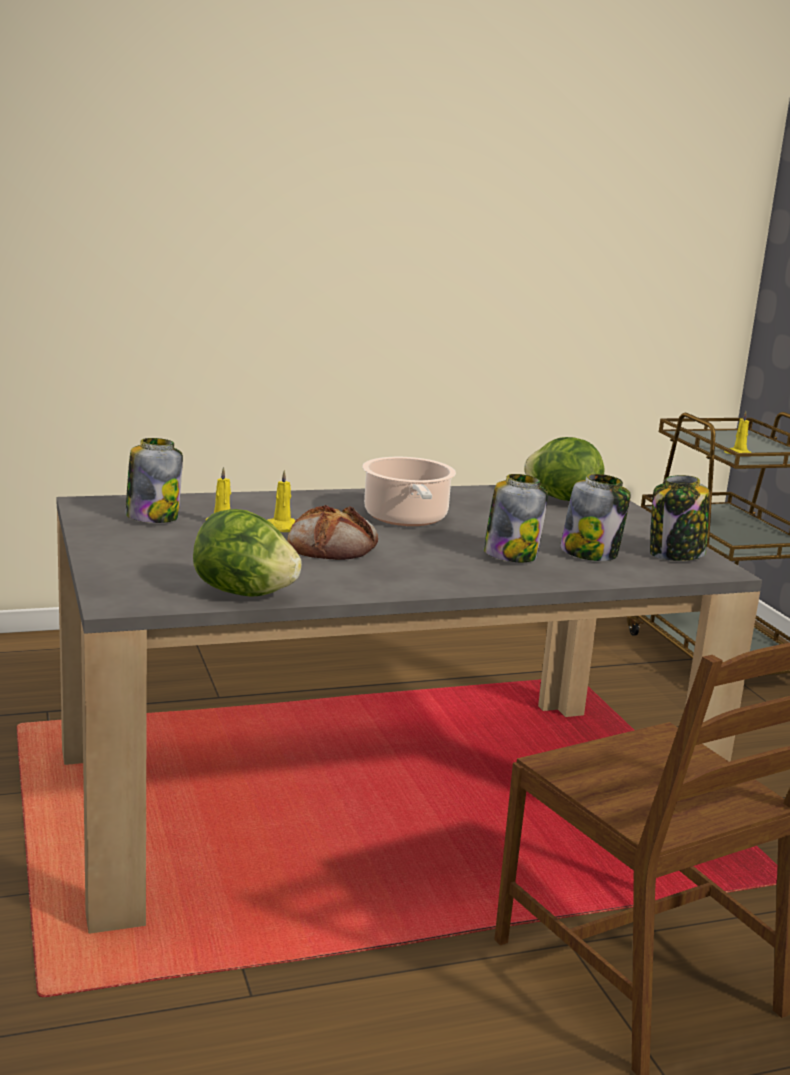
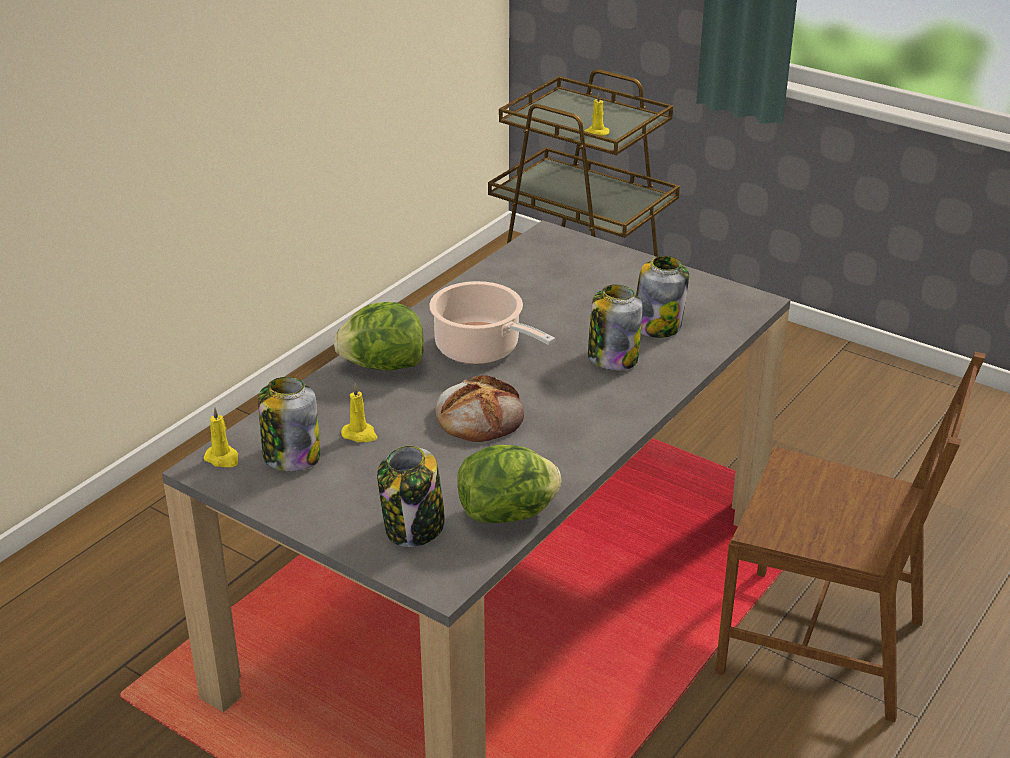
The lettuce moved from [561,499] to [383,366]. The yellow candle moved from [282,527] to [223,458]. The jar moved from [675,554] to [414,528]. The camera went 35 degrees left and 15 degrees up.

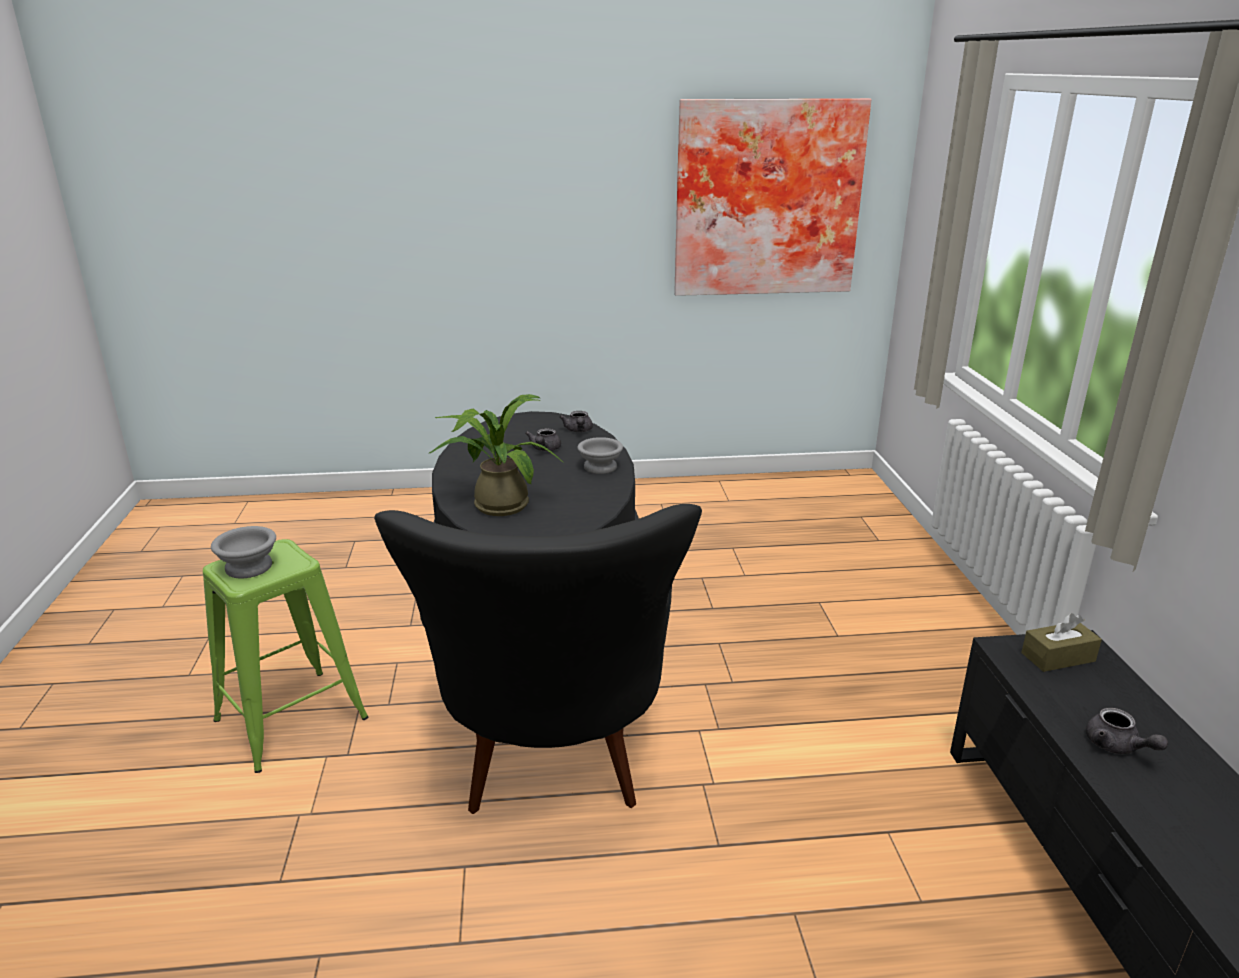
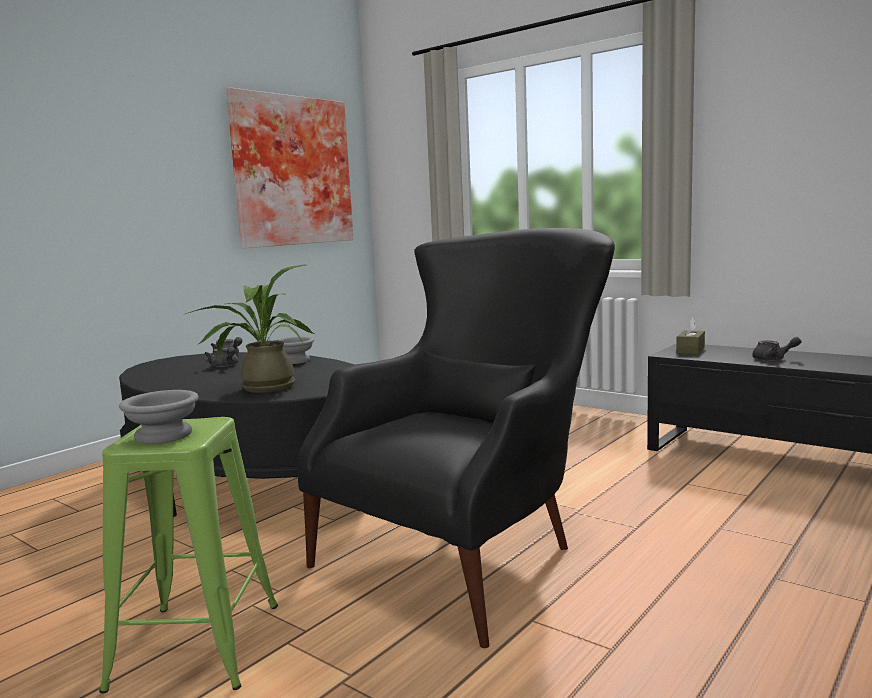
The black armchair at [553,763] turned 90 degrees counterclockwise. The camera went 45 degrees left and 15 degrees down.

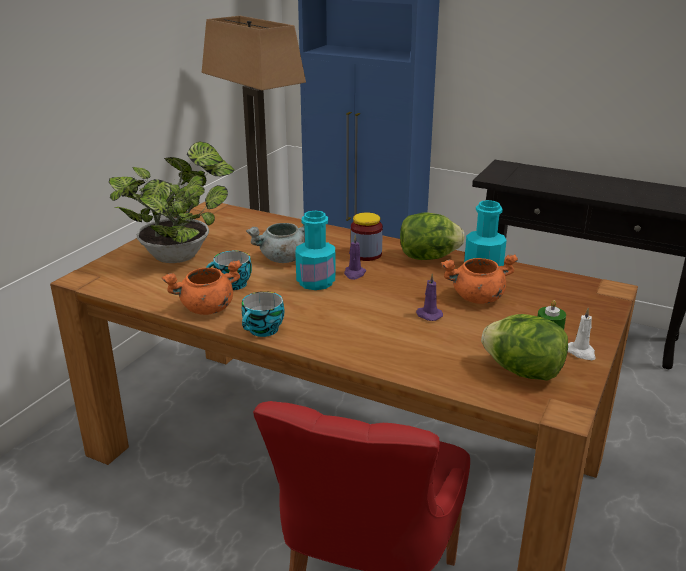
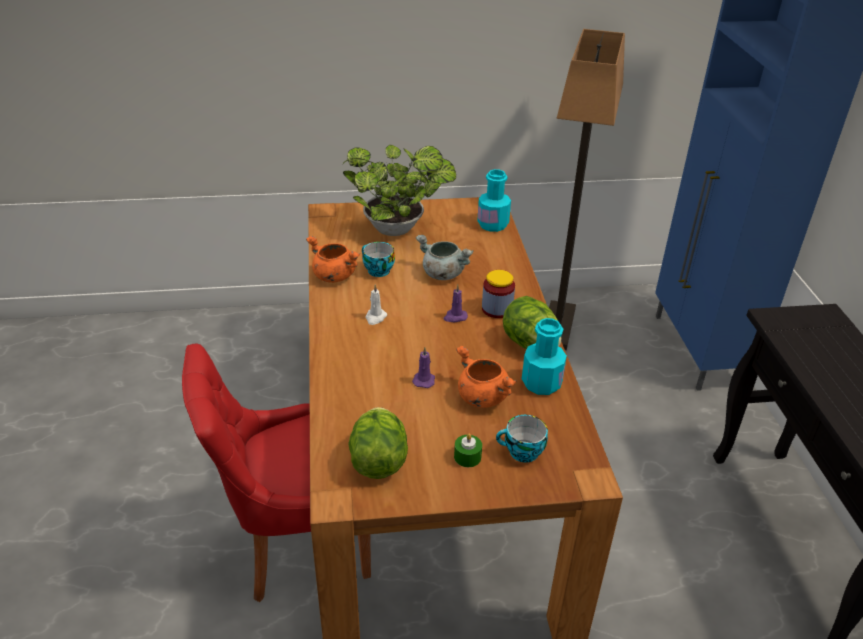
The turquoise bottle moved from [316,282] to [493,224]. The cup moved from [263,331] to [521,453]. The white candle moved from [581,353] to [375,317]. The camera went 55 degrees right and 10 degrees up.

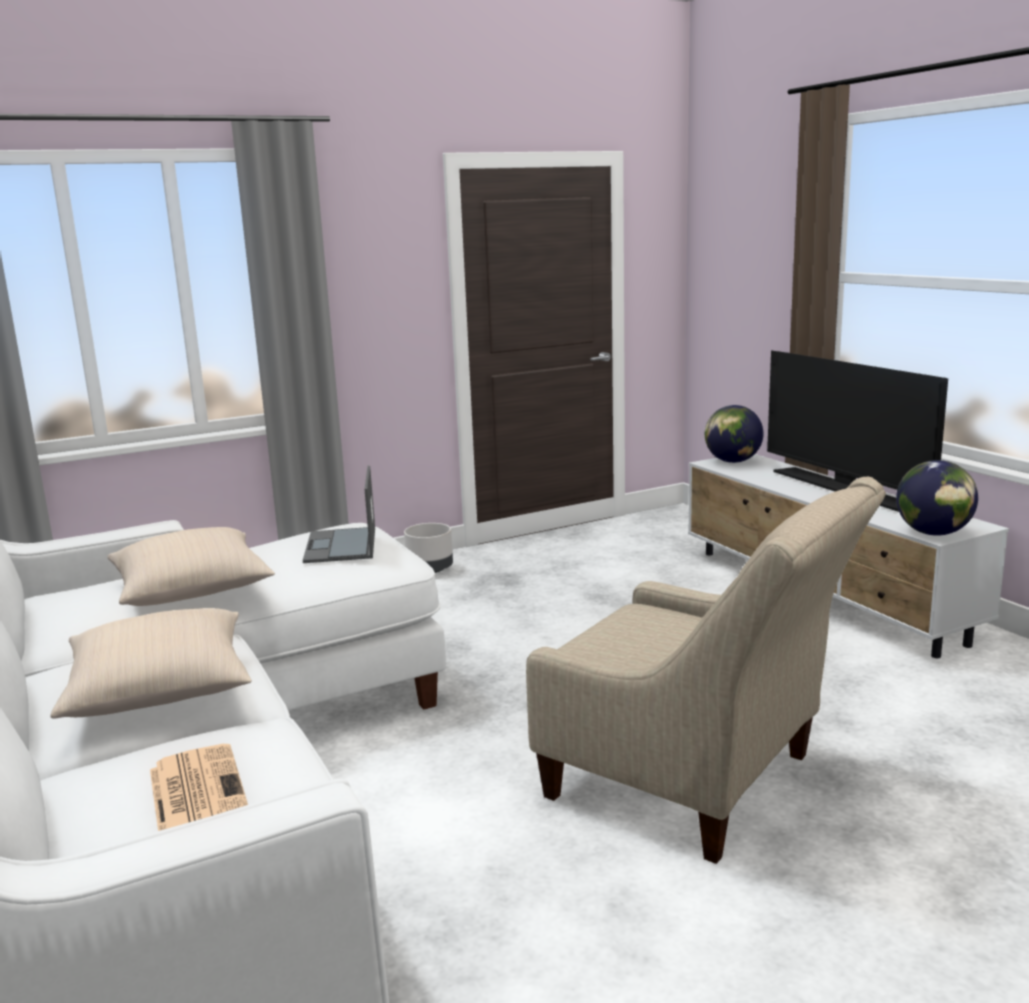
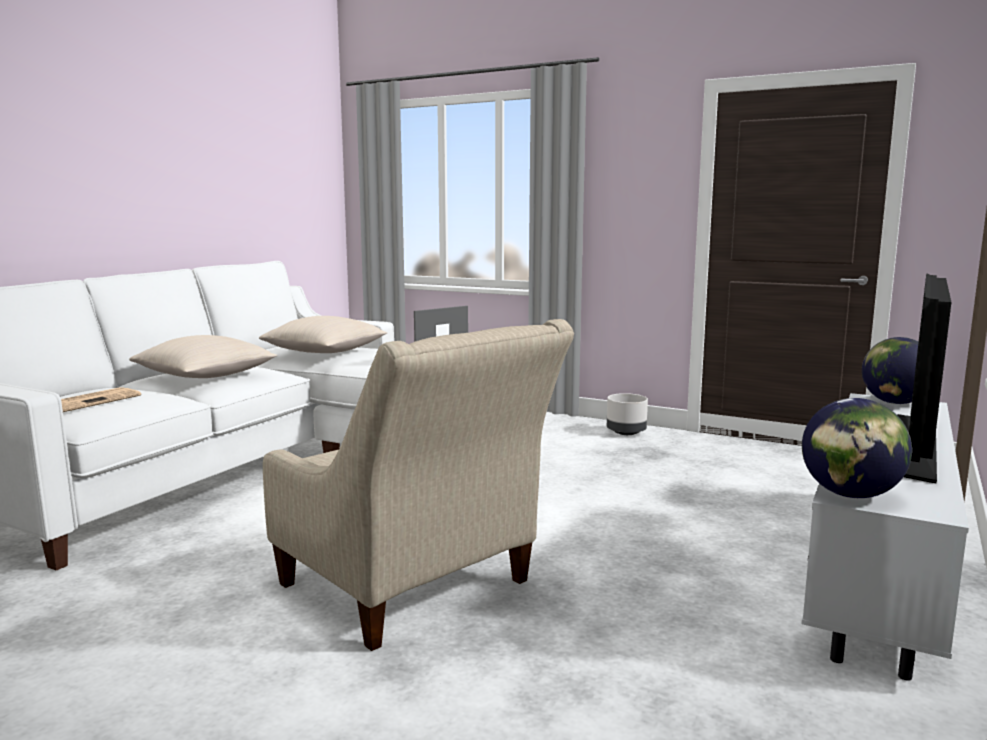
The beige armchair at [698,783] turned 45 degrees counterclockwise. The camera went 55 degrees right and 5 degrees down.

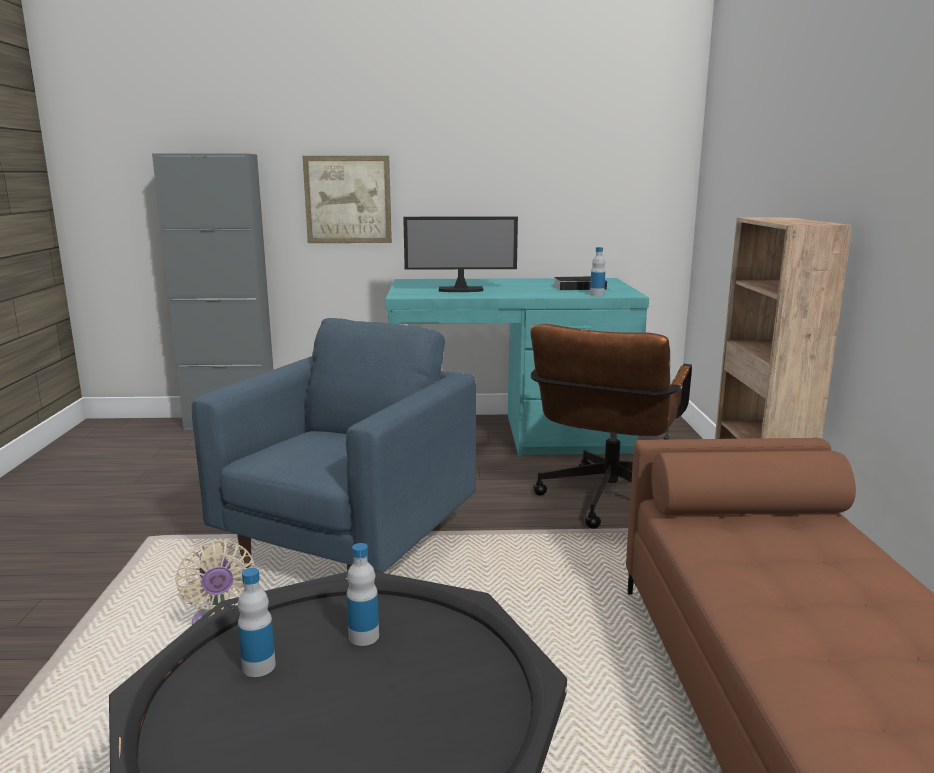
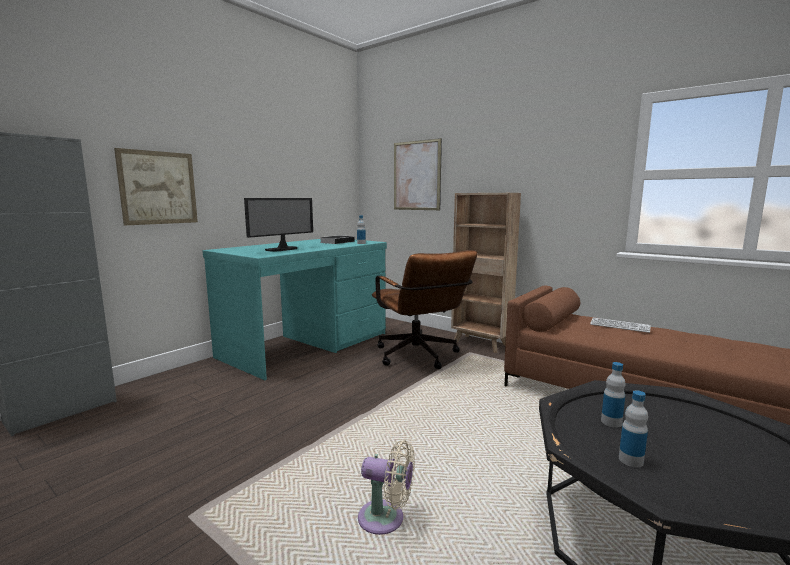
The blue armchair at [347,546] disappeared. The picture at [416,175] appeared. The keyboard at [619,326] appeared. The camera went 50 degrees left and 5 degrees down.

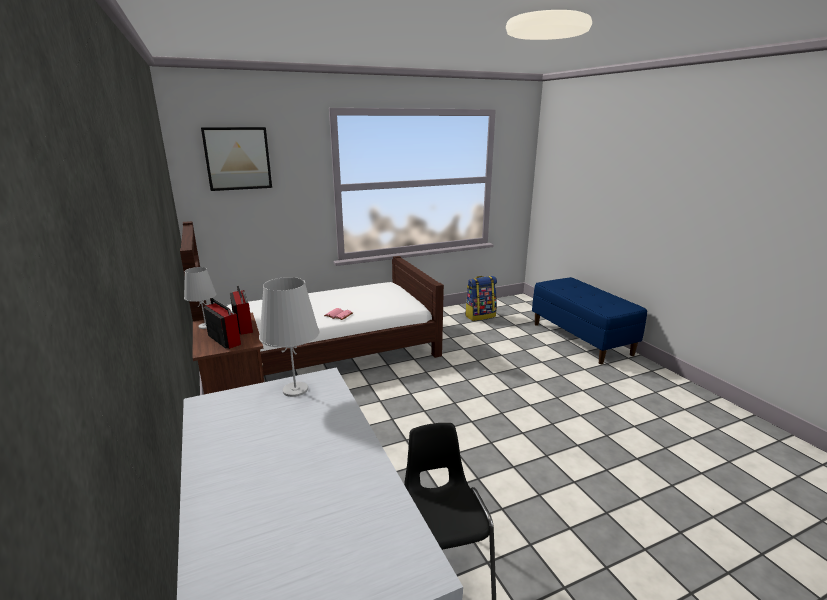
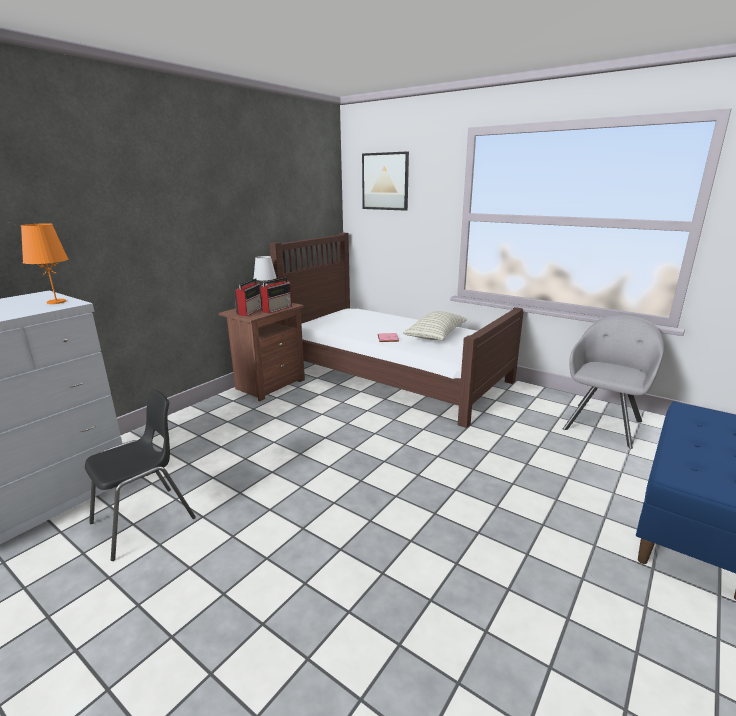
The backpack at [480,316] was replaced by the grey armchair at [603,423]. The white table lamp at [296,389] became the orange table lamp at [56,302]. The pillow at [435,336] appeared. The camera went 60 degrees right and 0 degrees up.

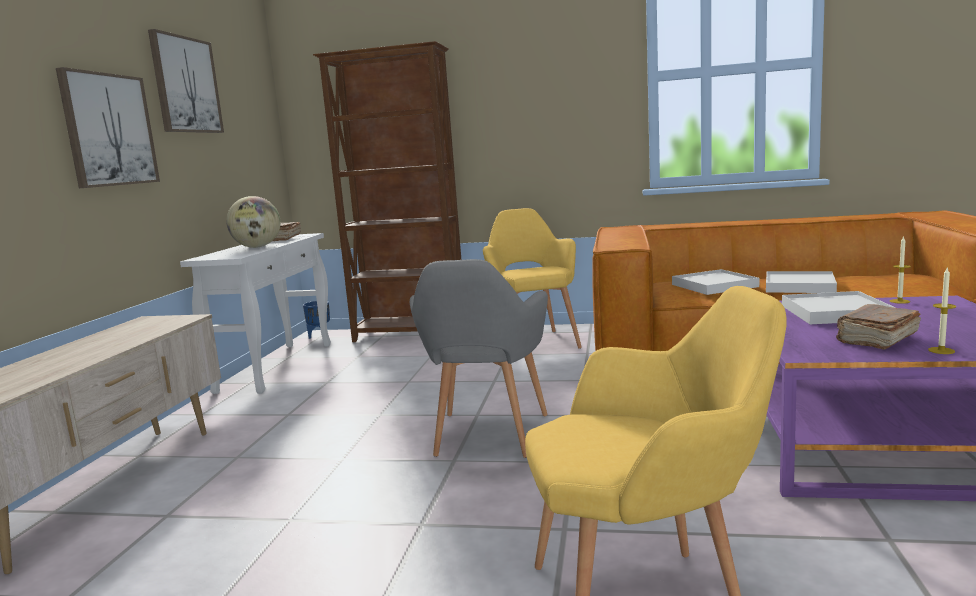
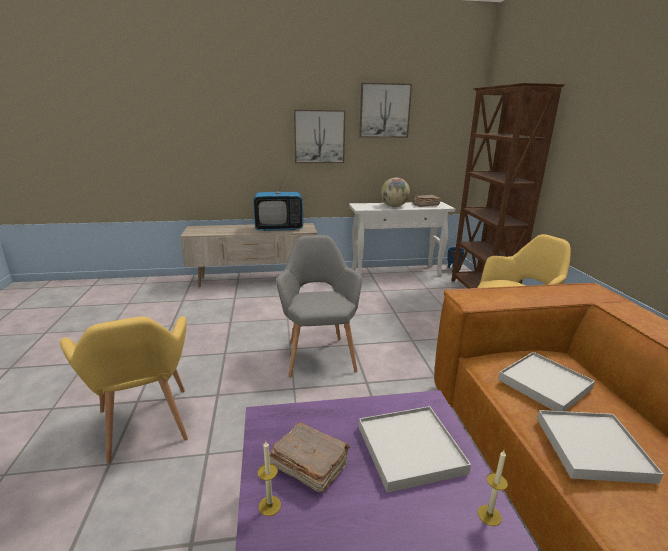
The grey armchair at [486,439] turned 90 degrees clockwise. The television at [279,228] appeared. The camera went 70 degrees right and 10 degrees up.

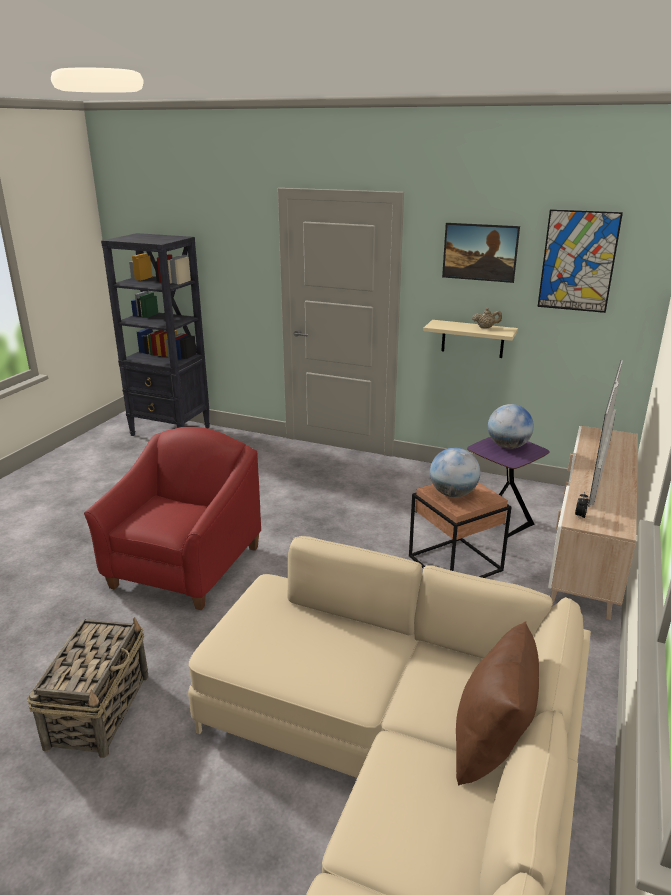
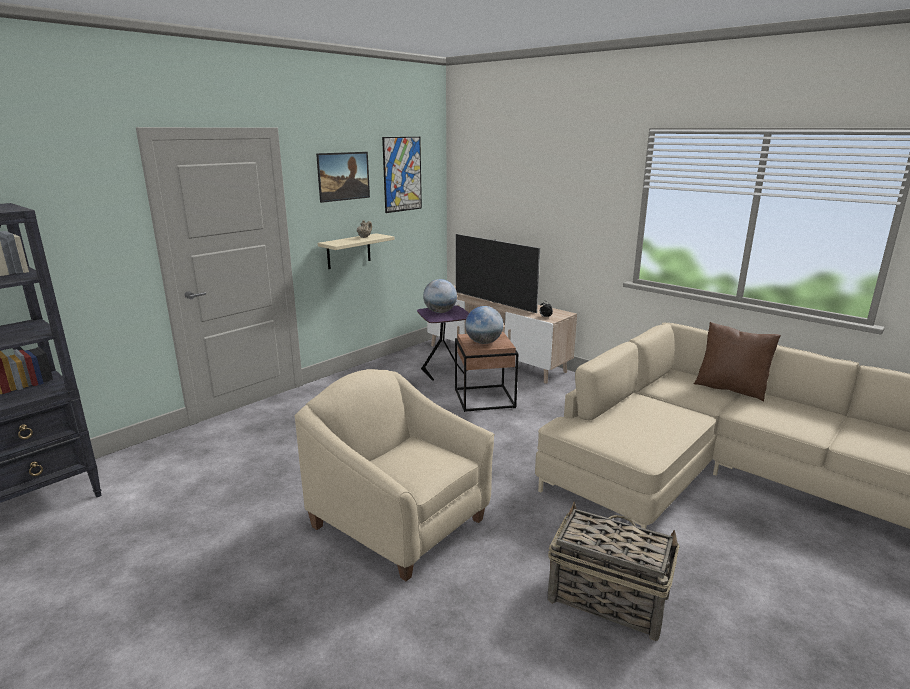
The red armchair at [185,567] became the beige armchair at [400,522]. The camera went 70 degrees left and 5 degrees down.

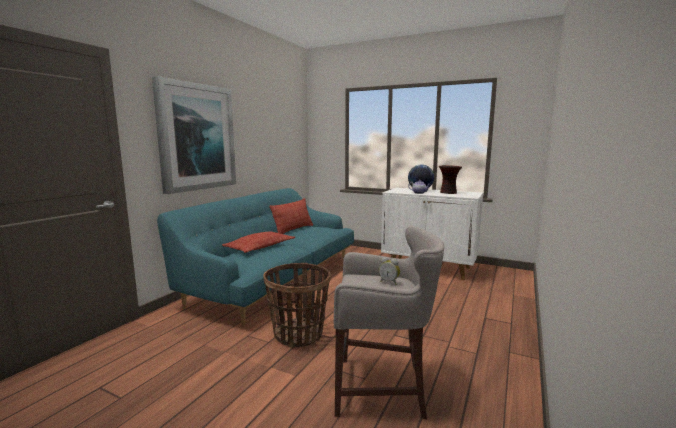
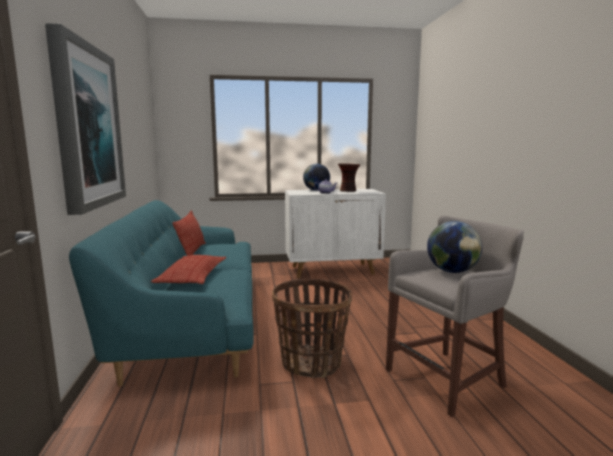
The alarm clock at [389,282] was replaced by the globe at [452,271]. The camera went 35 degrees left and 0 degrees up.

